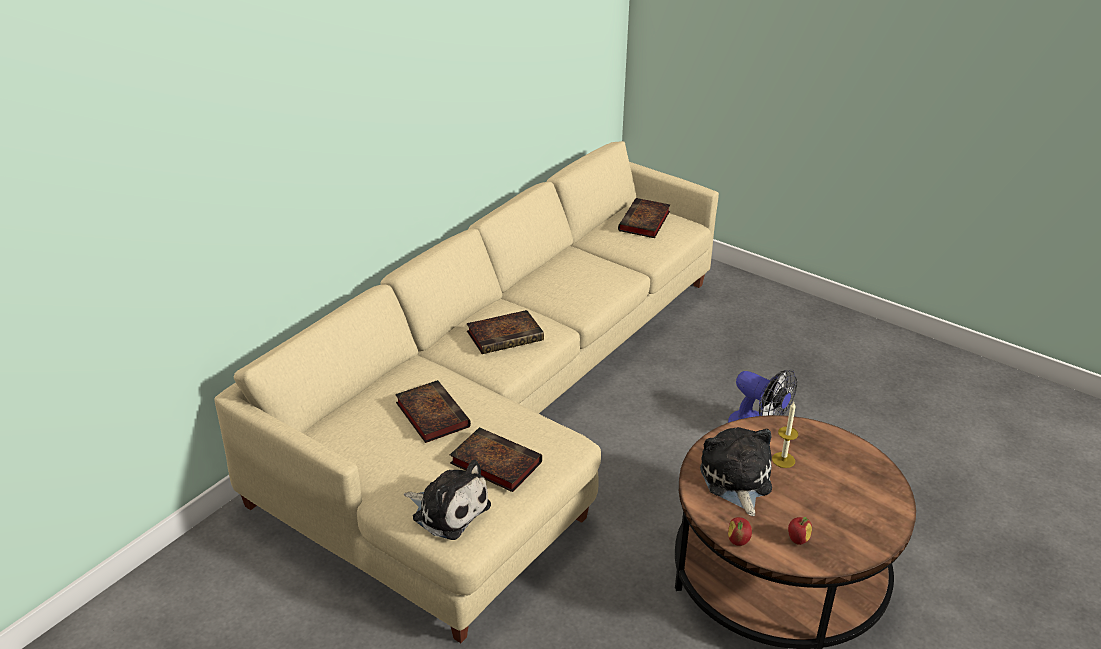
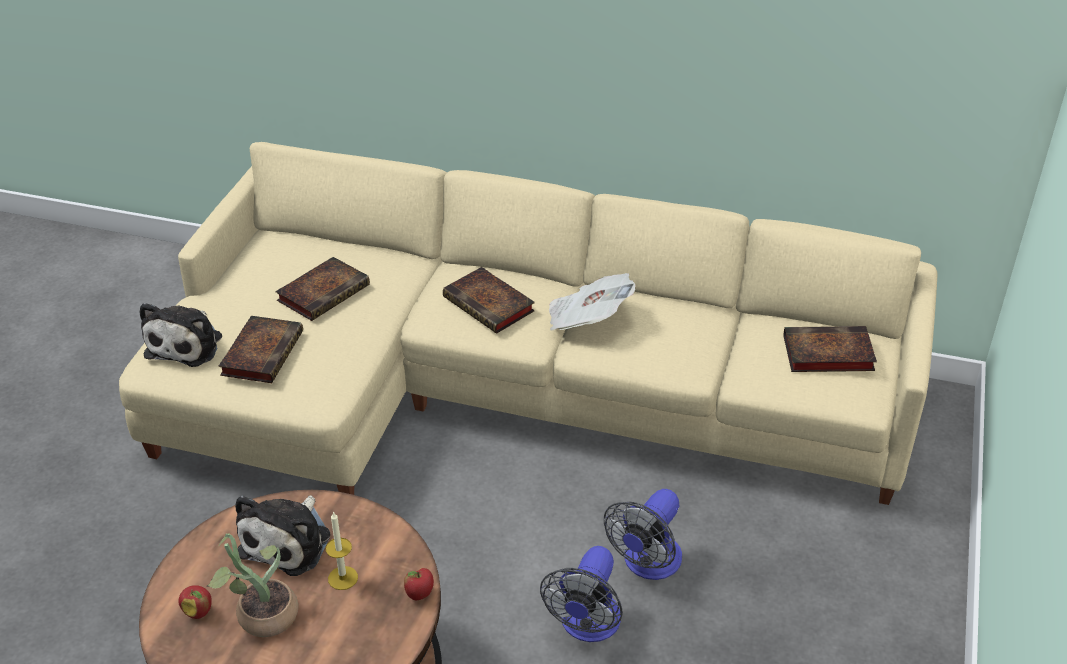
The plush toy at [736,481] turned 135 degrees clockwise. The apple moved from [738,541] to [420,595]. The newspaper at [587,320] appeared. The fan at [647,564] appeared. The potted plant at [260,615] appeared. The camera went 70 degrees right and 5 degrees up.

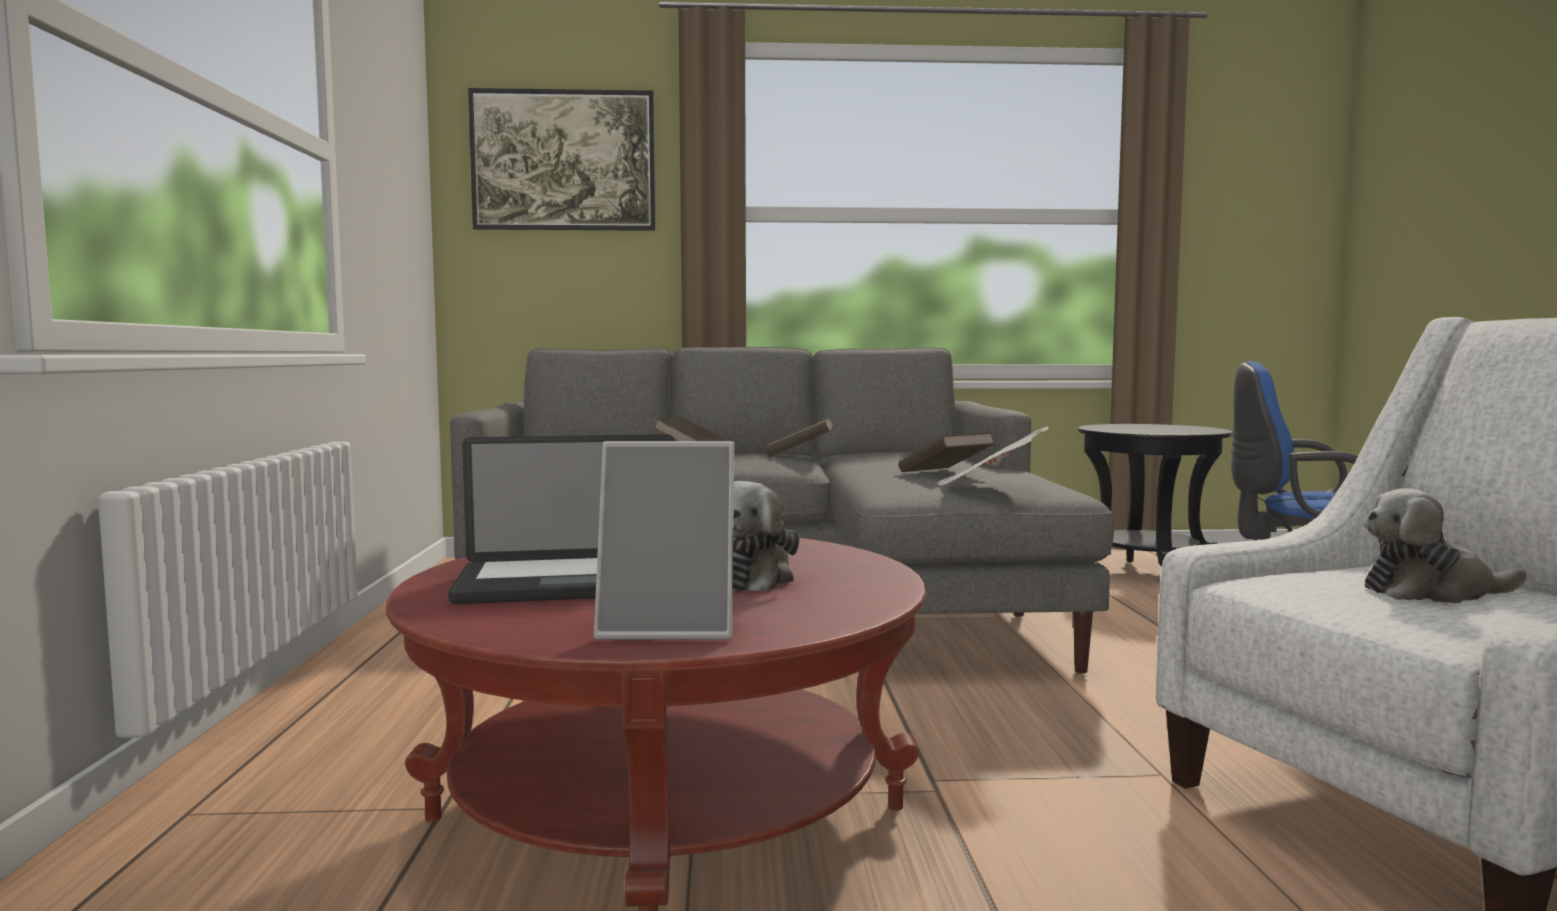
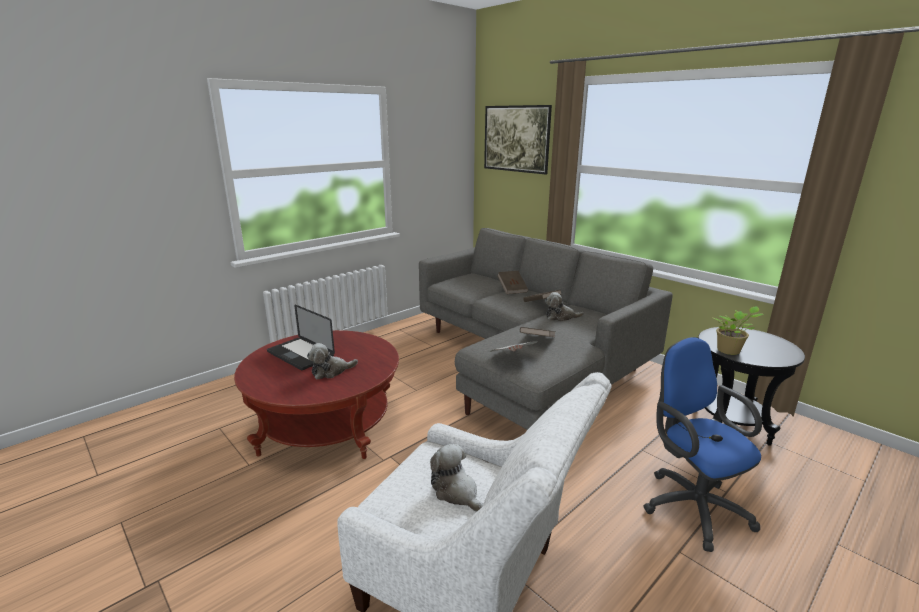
The picture frame at [669,627] disappeared. The plush toy at [561,317] appeared. The potted plant at [730,351] appeared. The camera went 50 degrees right and 15 degrees up.

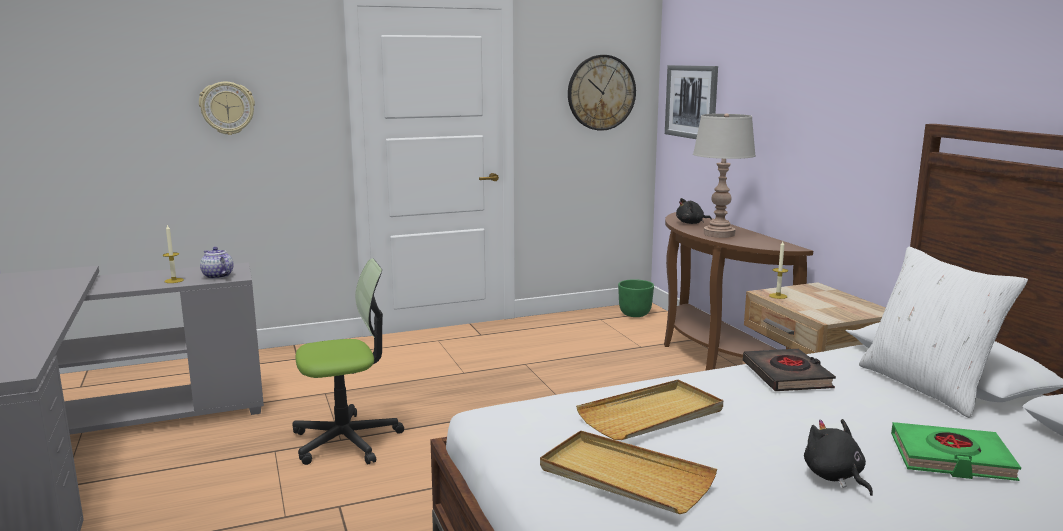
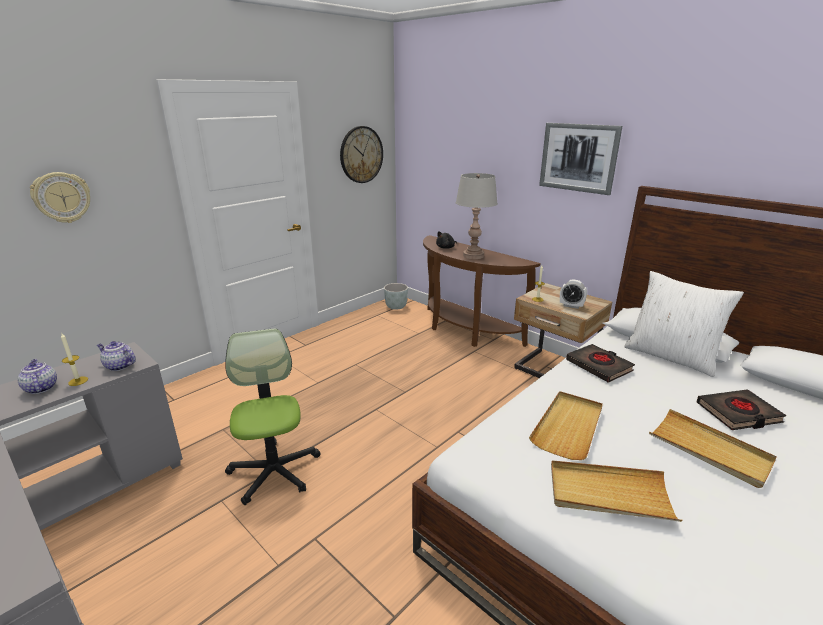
The picture moved from [691,102] to [578,157]. The office chair at [346,440] turned 60 degrees counterclockwise. The green planter at [635,314] became the grey planter at [396,307]. The black plush toy at [835,477] was replaced by the beige tray at [709,450]. The green book at [951,458] became the black book at [738,413]. The alarm clock at [571,306] appeared. The teapot at [41,388] appeared. The camera went 25 degrees left and 10 degrees up.

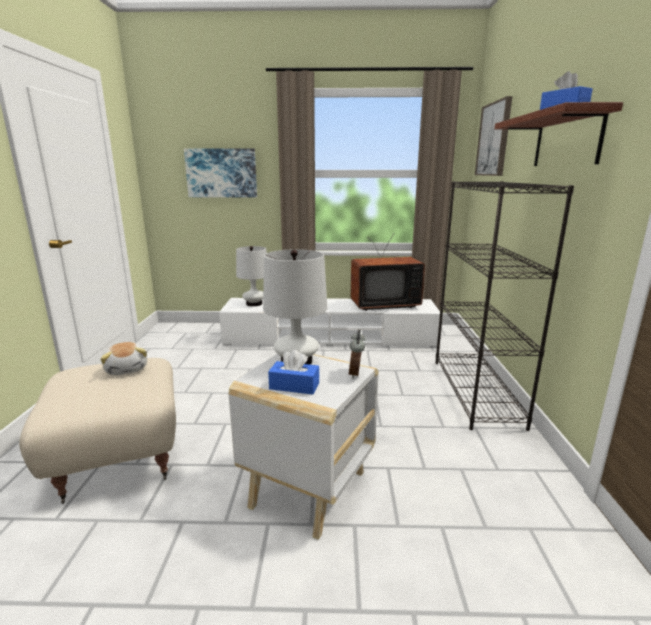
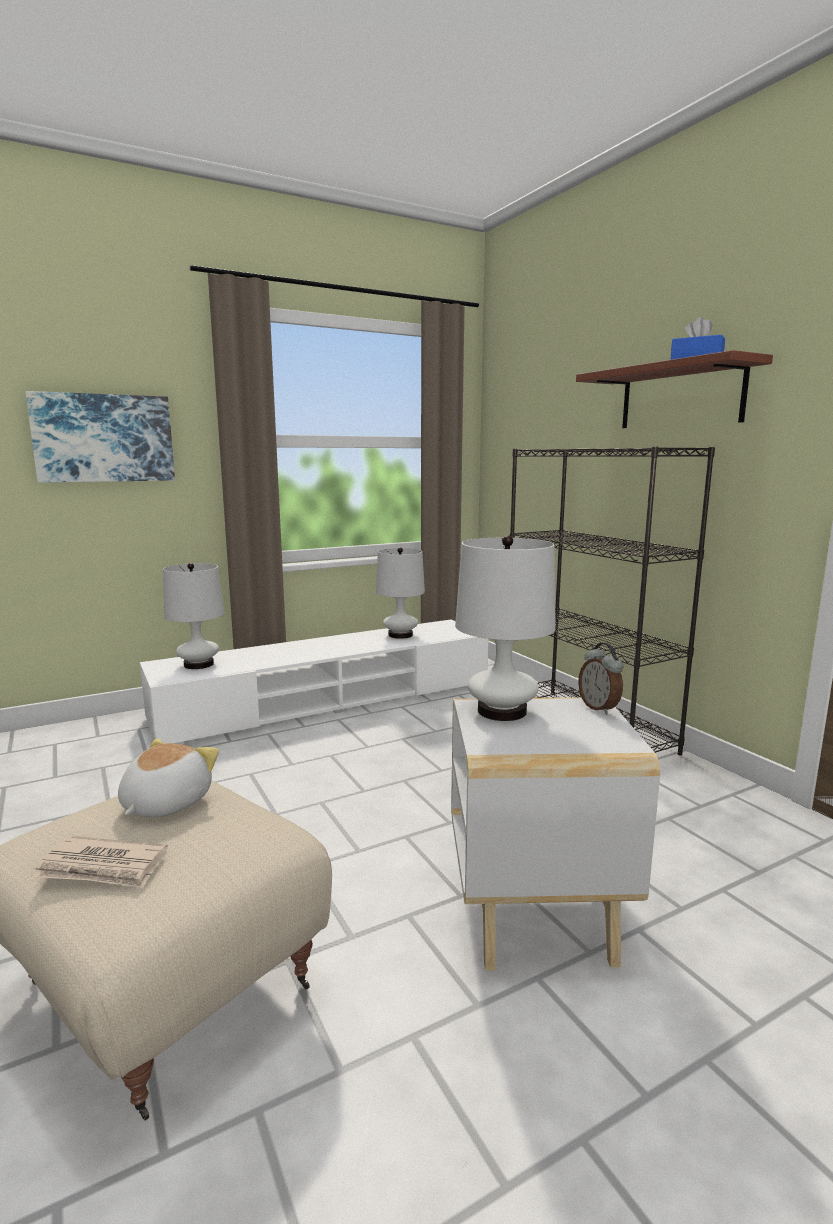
The picture at [494,139] disappeared. The television at [382,304] was replaced by the white table lamp at [400,635]. The plush toy at [127,369] turned 105 degrees counterclockwise. The blue tissue box at [294,386] disappeared. The newspaper at [103,867] appeared. The camera went 30 degrees left and 5 degrees down.

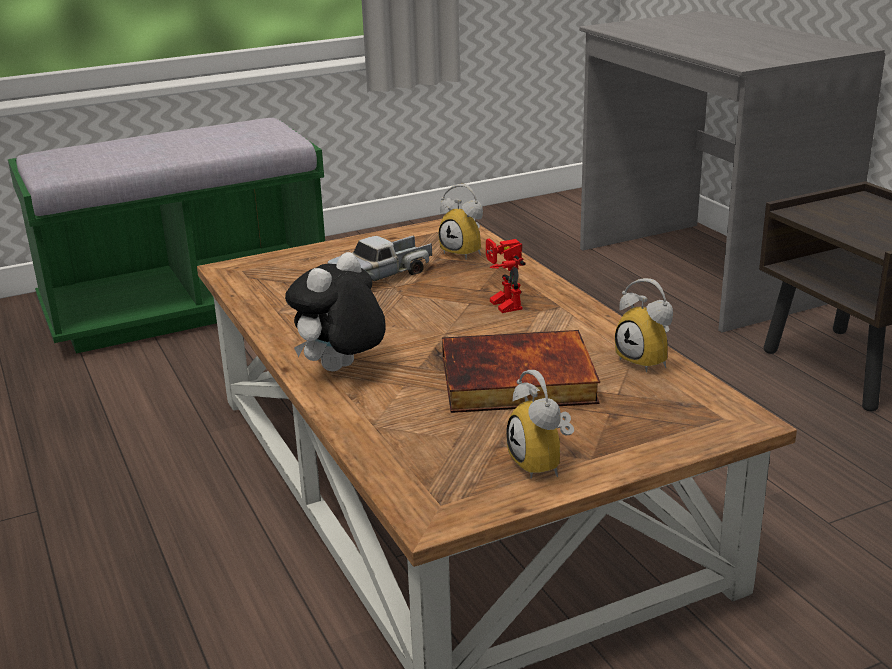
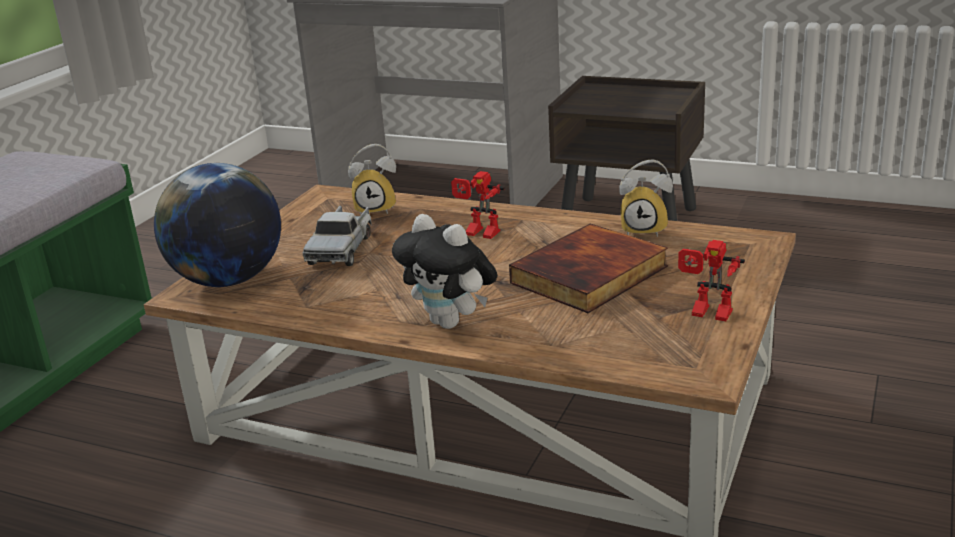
The plush toy at [341,370] turned 45 degrees counterclockwise. The alarm clock at [544,464] was replaced by the toy robot at [707,314]. The globe at [228,280] appeared. The camera went 40 degrees left and 0 degrees up.

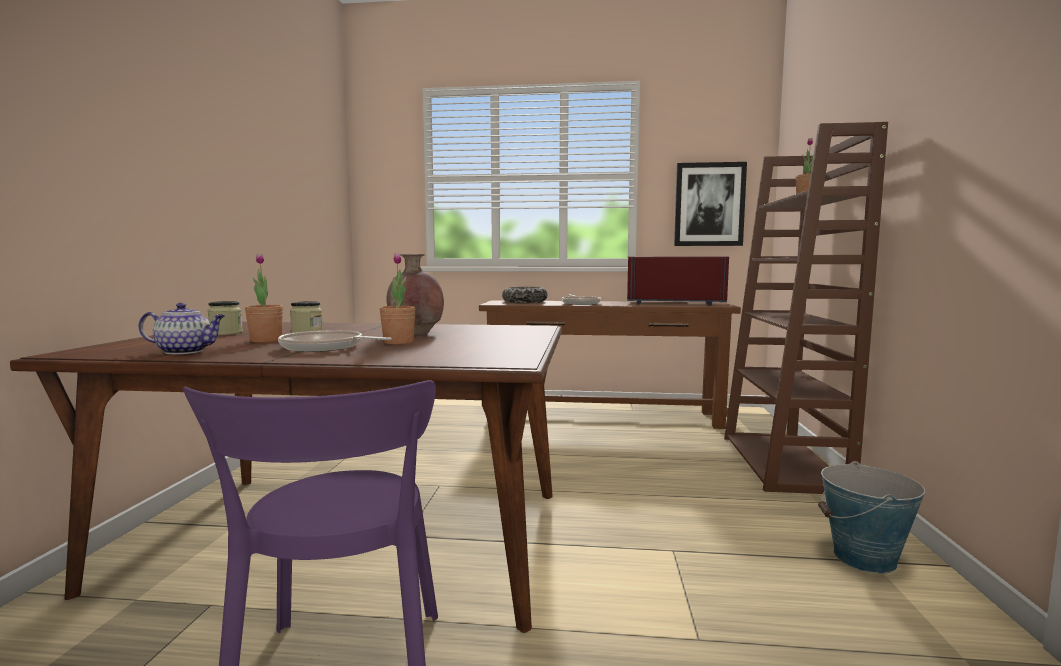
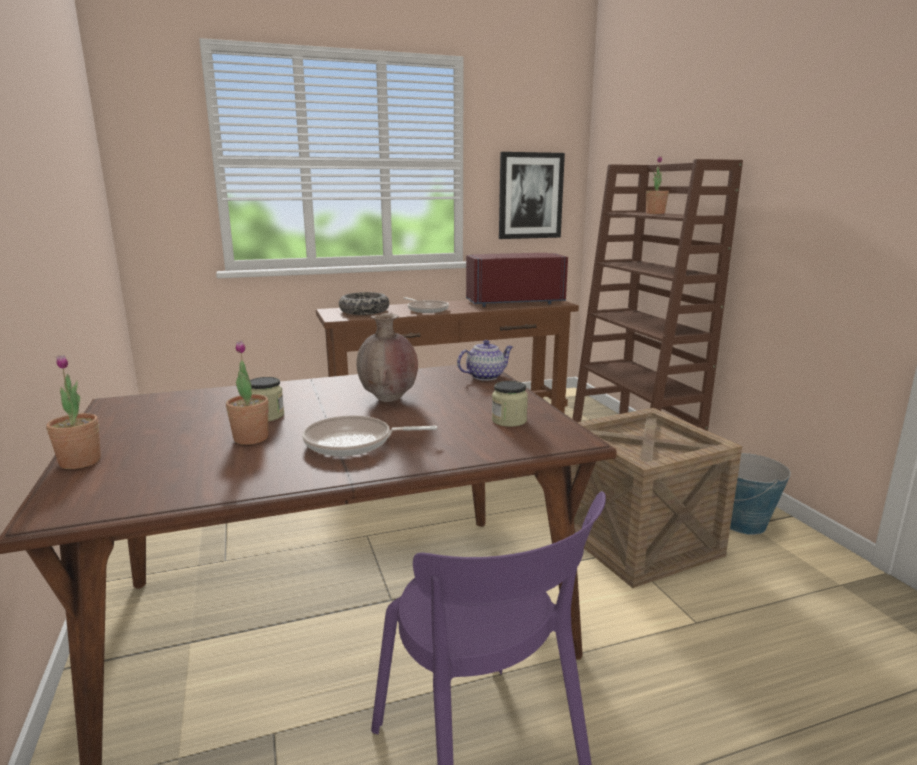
The potted plant moved from [398,342] to [80,462]. The jar moved from [226,333] to [509,420]. The teapot moved from [186,351] to [486,376]. The crate at [638,541] appeared. The camera went 25 degrees left and 10 degrees up.

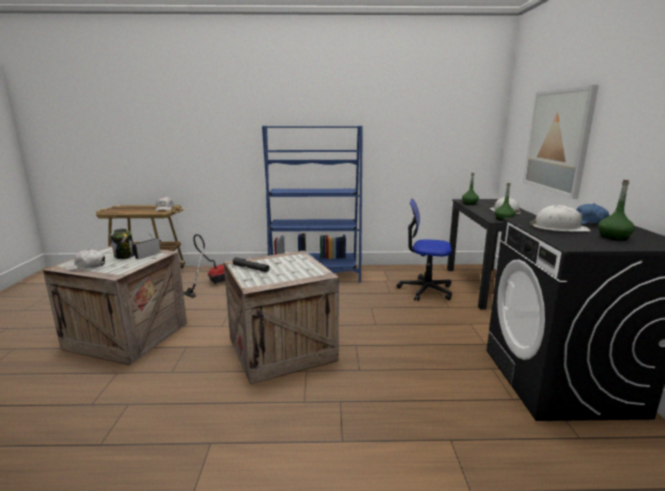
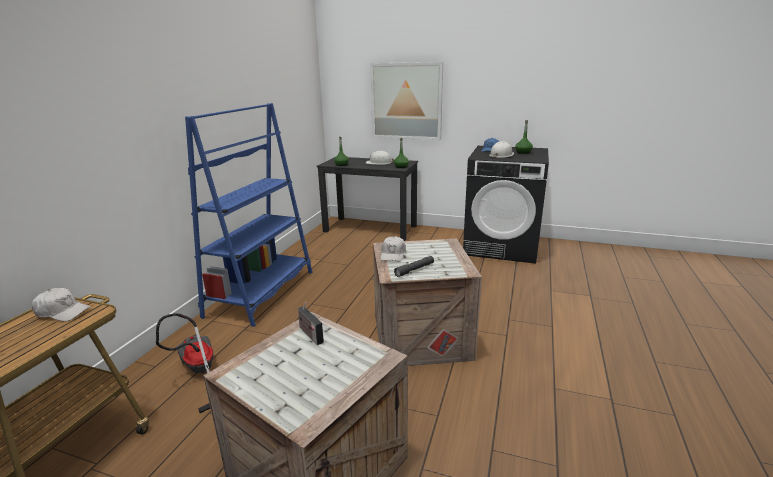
The office chair at [425,290] disappeared. The jar at [125,256] disappeared. The white cap moved from [86,266] to [393,254]. The camera went 70 degrees left and 5 degrees up.

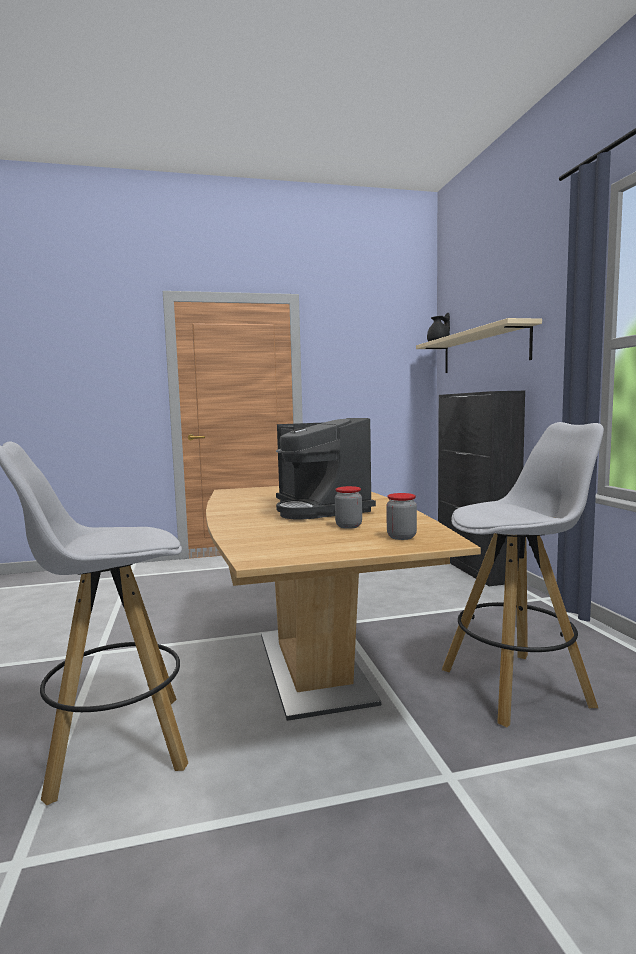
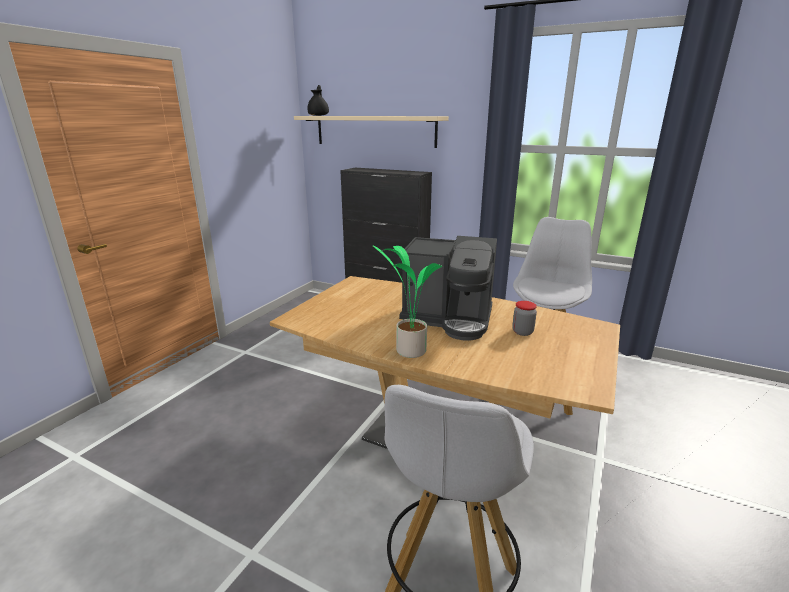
The jar at [401,537] disappeared. The potted plant at [409,351] appeared. The camera went 50 degrees left and 15 degrees up.

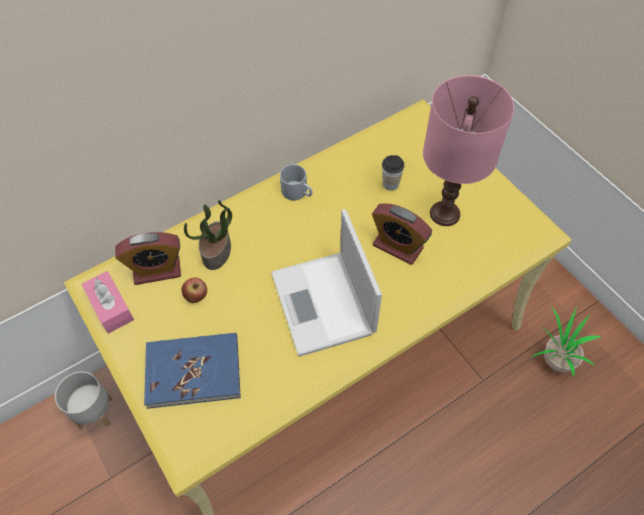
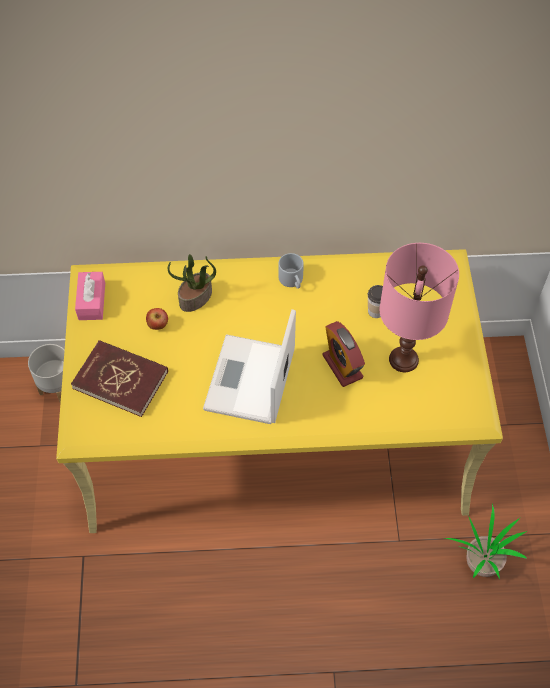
The alarm clock at [157,270] disappeared. The blue book at [193,371] became the red book at [121,380]. The camera went 30 degrees right and 0 degrees up.

